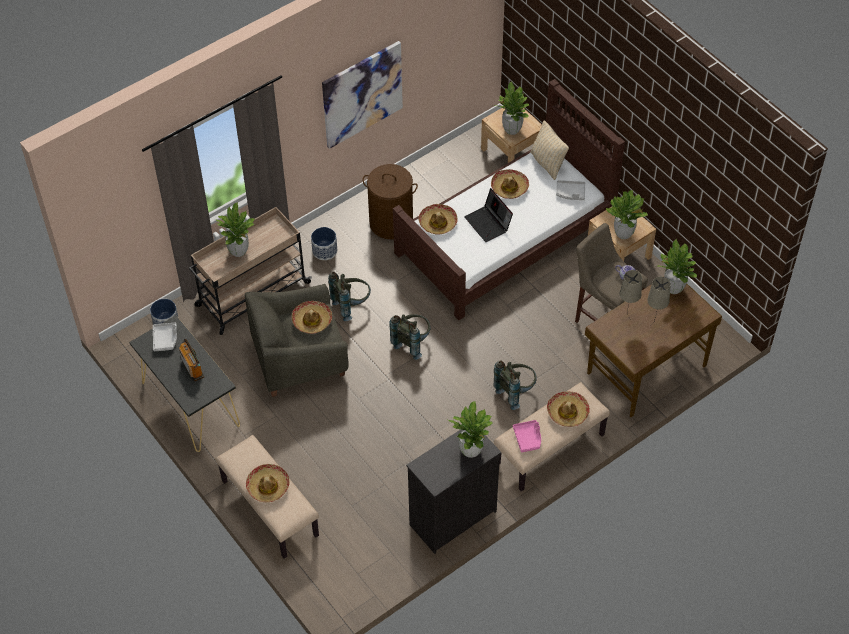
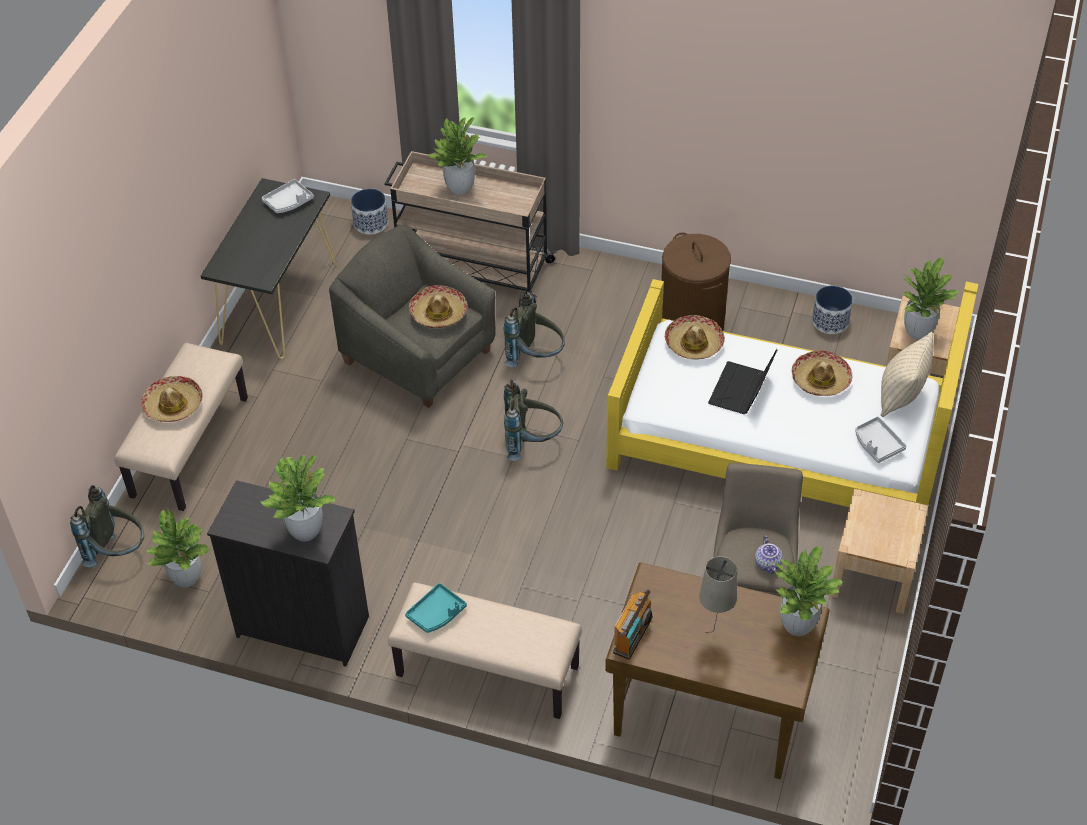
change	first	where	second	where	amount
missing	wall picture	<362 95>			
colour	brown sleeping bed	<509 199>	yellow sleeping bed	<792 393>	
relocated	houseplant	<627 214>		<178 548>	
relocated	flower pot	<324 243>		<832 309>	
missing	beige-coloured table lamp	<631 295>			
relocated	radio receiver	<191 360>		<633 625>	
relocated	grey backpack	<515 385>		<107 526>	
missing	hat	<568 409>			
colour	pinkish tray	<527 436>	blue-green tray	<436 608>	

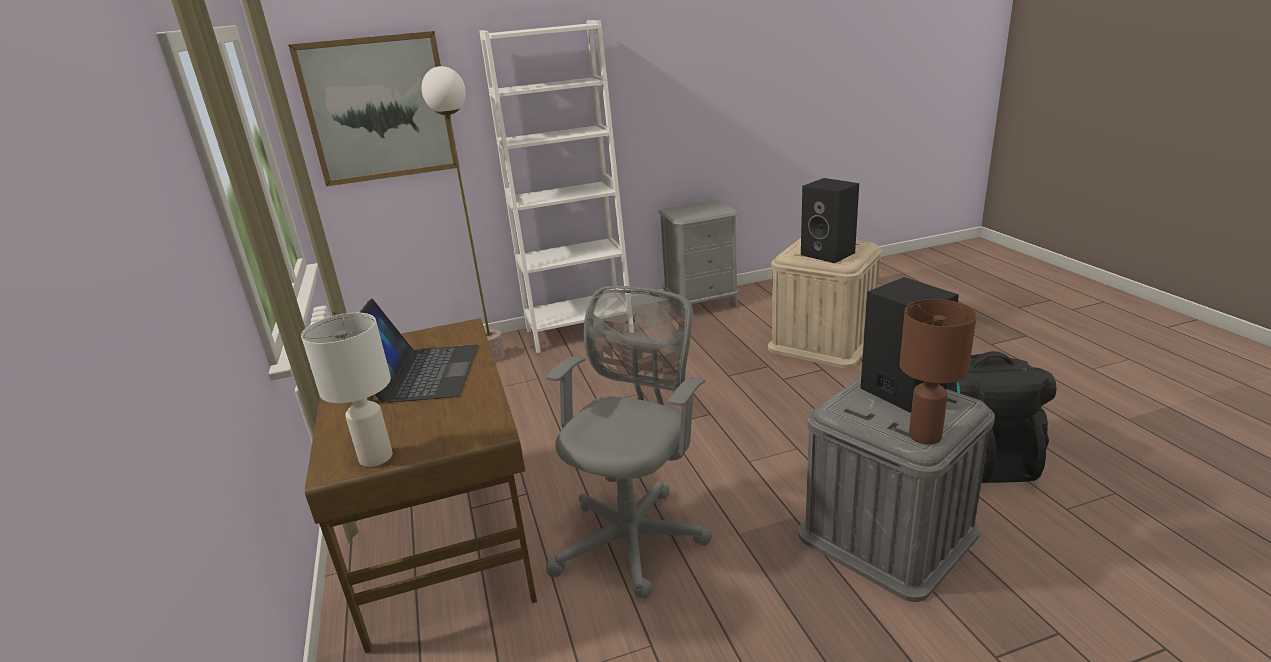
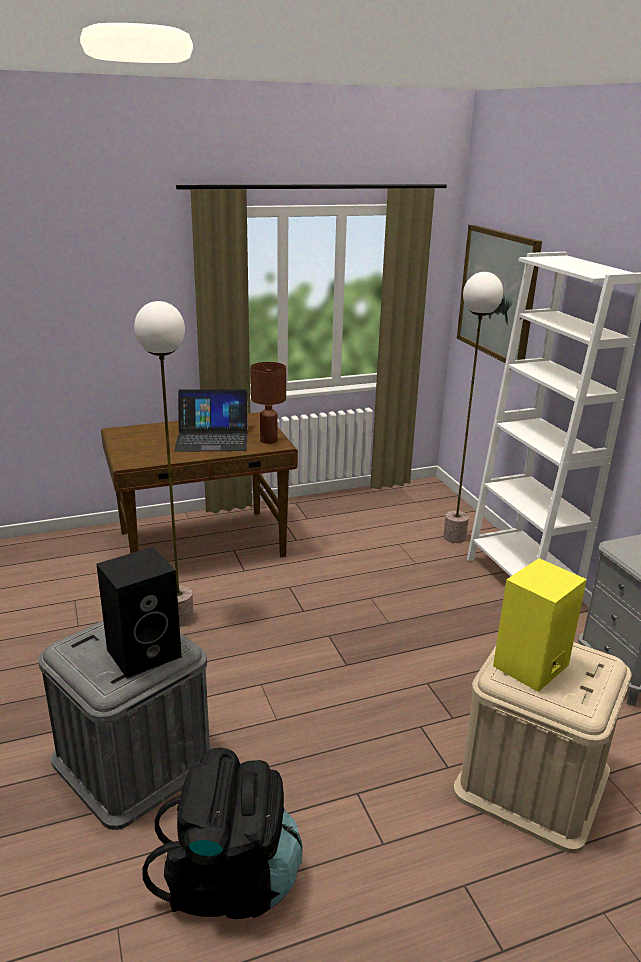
change	first	where	second	where	amount
colour	black-coloured loudspeaker	<830 220>	yellow loudspeaker	<540 625>	
exchanged	grey computer chair	<628 442>	standard lamp	<164 464>	
relocated	brown table lamp	<938 372>		<268 403>	
missing	white-coloured table lamp	<347 390>			

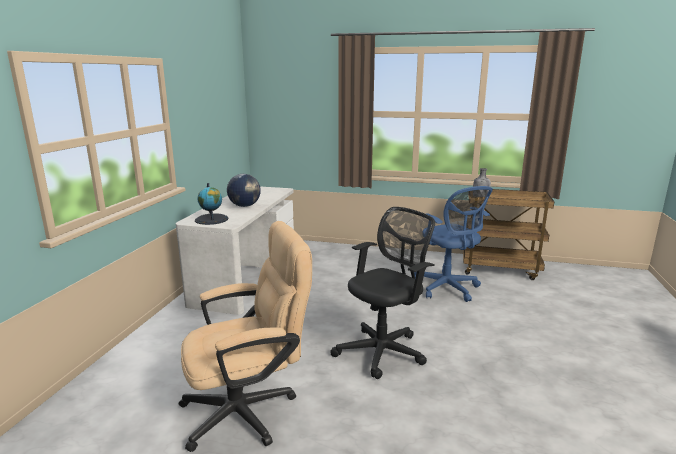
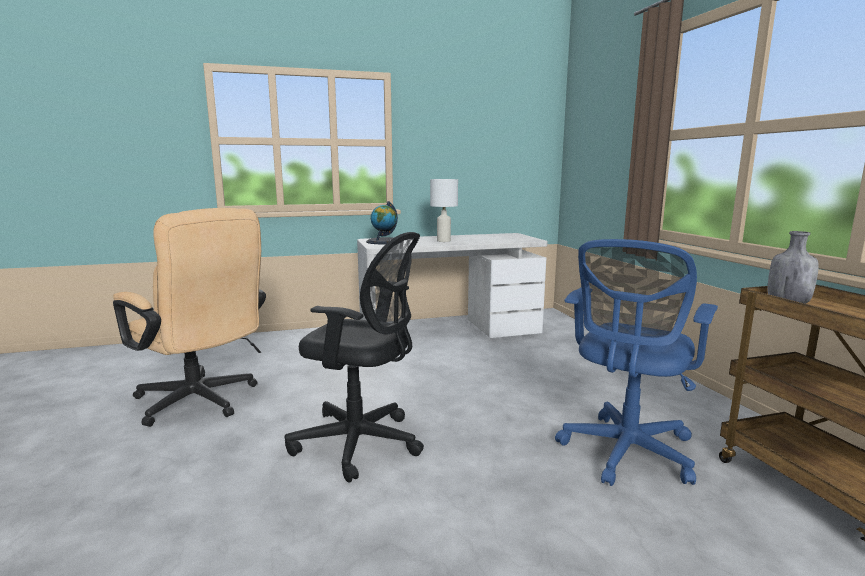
change	first	where	second	where	amount
exchanged	desk globe	<244 190>	white-coloured table lamp	<444 210>	

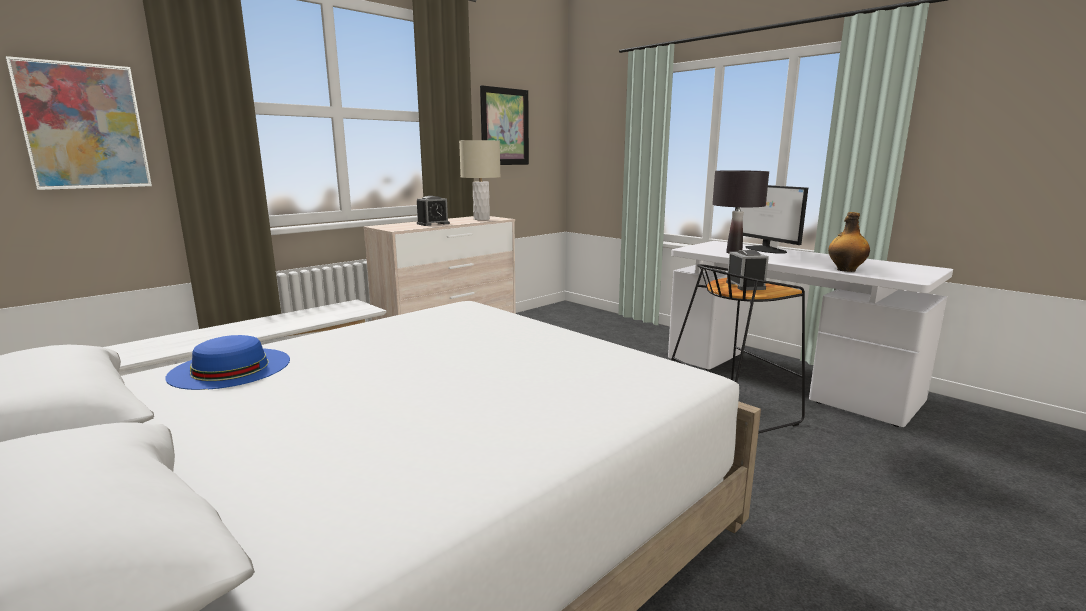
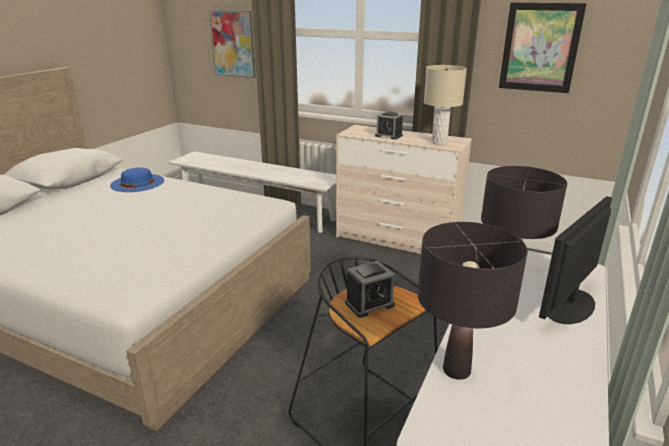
change	first	where	second	where	amount
exchanged	bottle	<849 242>	black-coloured table lamp	<473 301>	

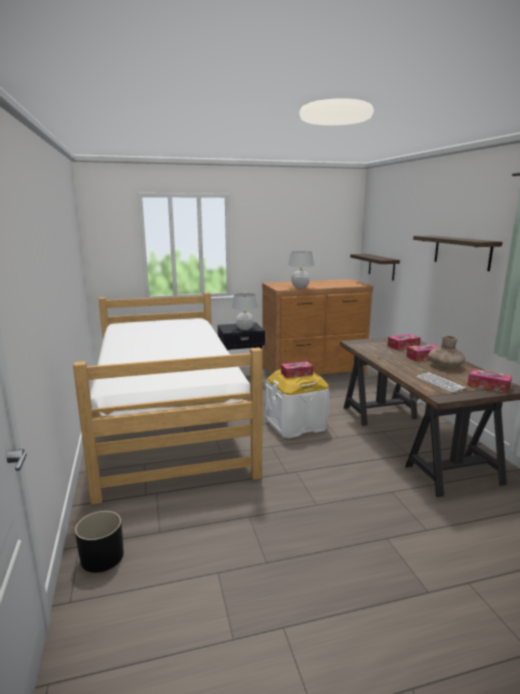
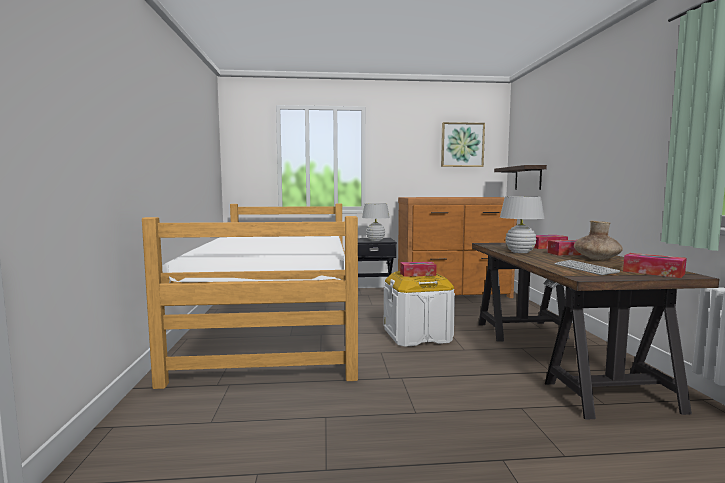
change	first	where	second	where	amount
missing	bracket shelf	<458 253>			
relocated	white-coloured table lamp	<301 269>		<522 224>	
missing	black-coloured flower pot	<99 542>			
appeared			wall picture	<463 144>	

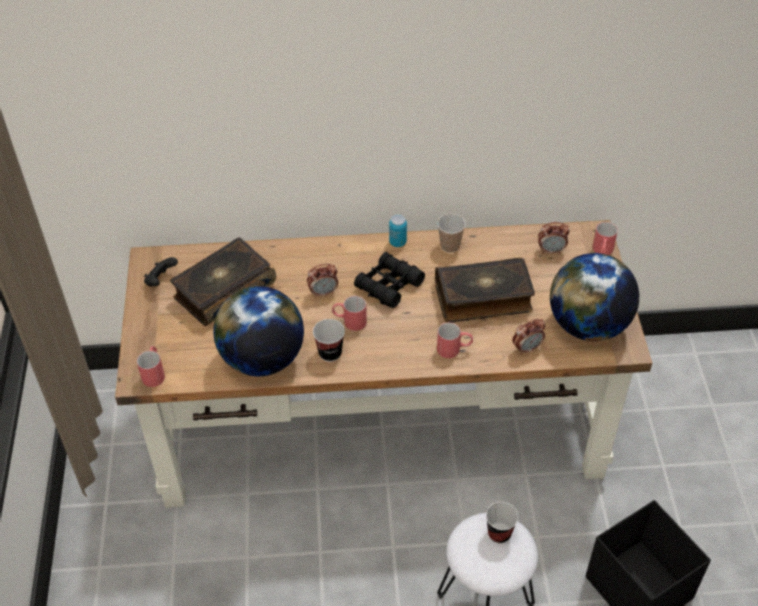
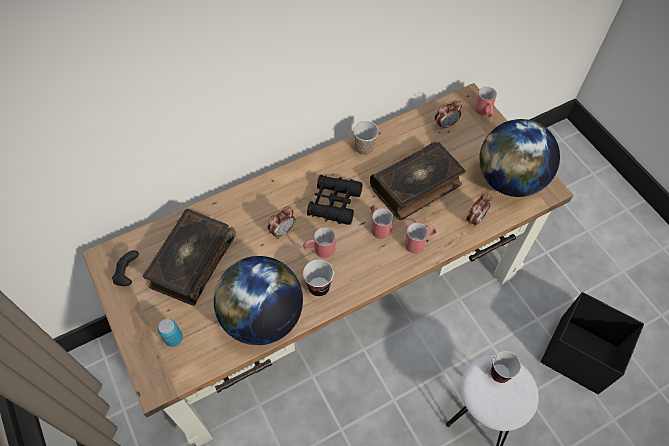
change	first	where	second	where	amount
relocated	can	<398 231>		<170 333>	
relocated	red tea mug	<151 366>		<381 222>	

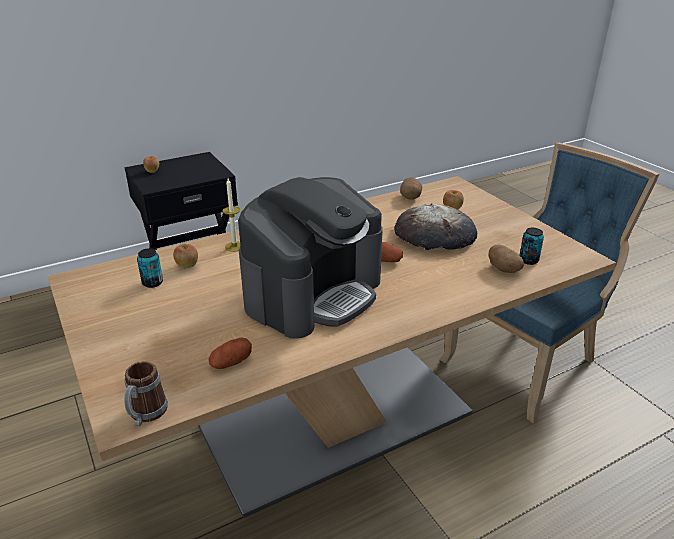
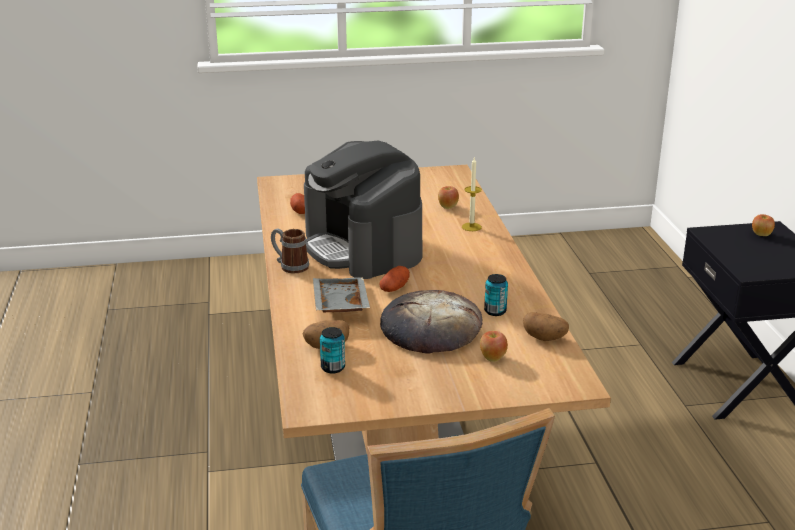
change	first	where	second	where	amount
relocated	can	<150 268>		<496 295>	
relocated	tea mug	<146 393>		<290 250>	
appeared			grey tray	<341 295>	

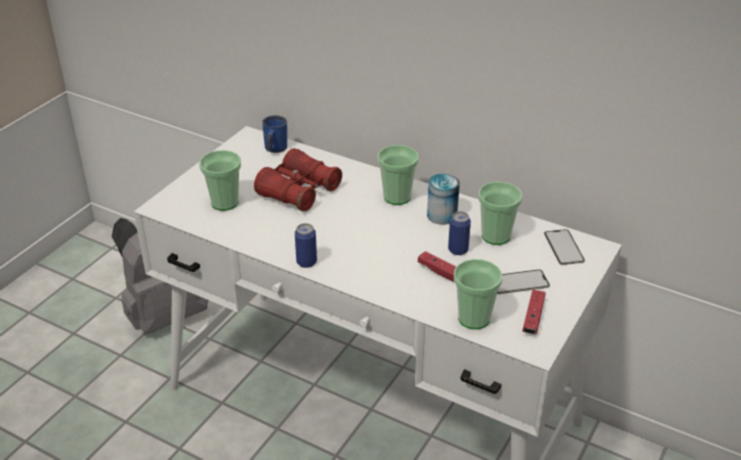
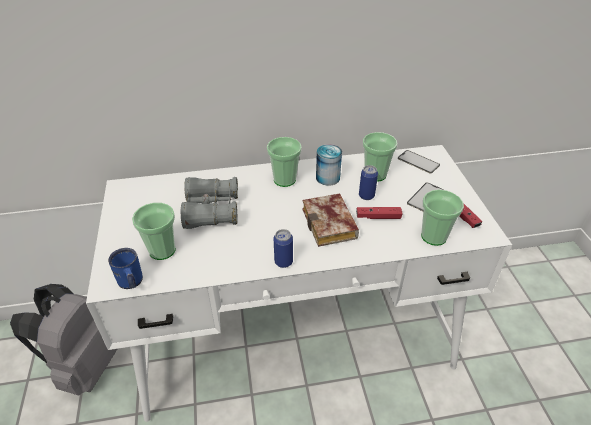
change	first	where	second	where	amount
relocated	blue-coloured tea mug	<274 134>		<125 268>	
colour	red field glasses	<298 180>	grey field glasses	<209 203>	
appeared			bound book	<330 220>	

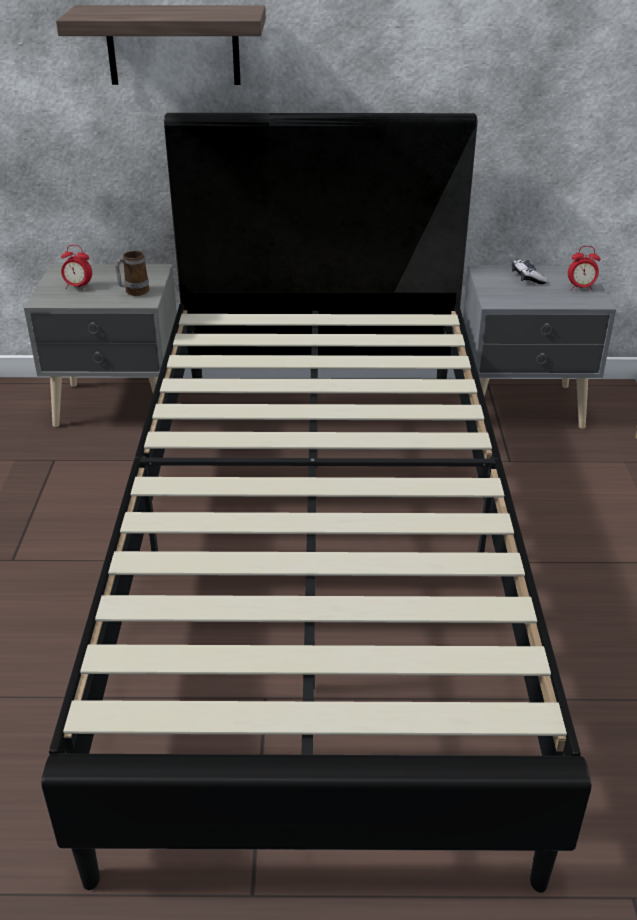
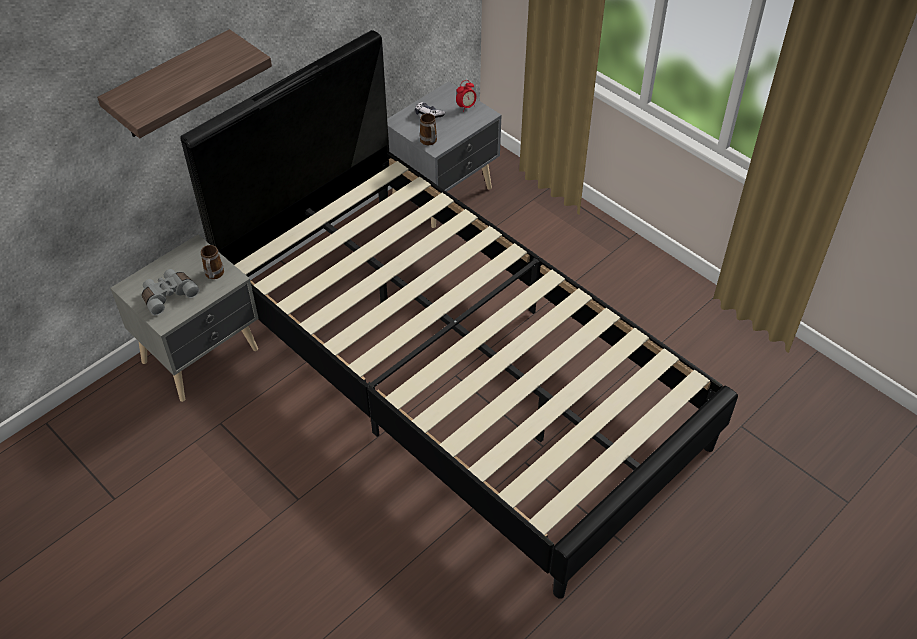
change	first	where	second	where	amount
exchanged	table clock	<76 267>	grey field glasses	<171 292>	
appeared			tea mug	<428 129>	

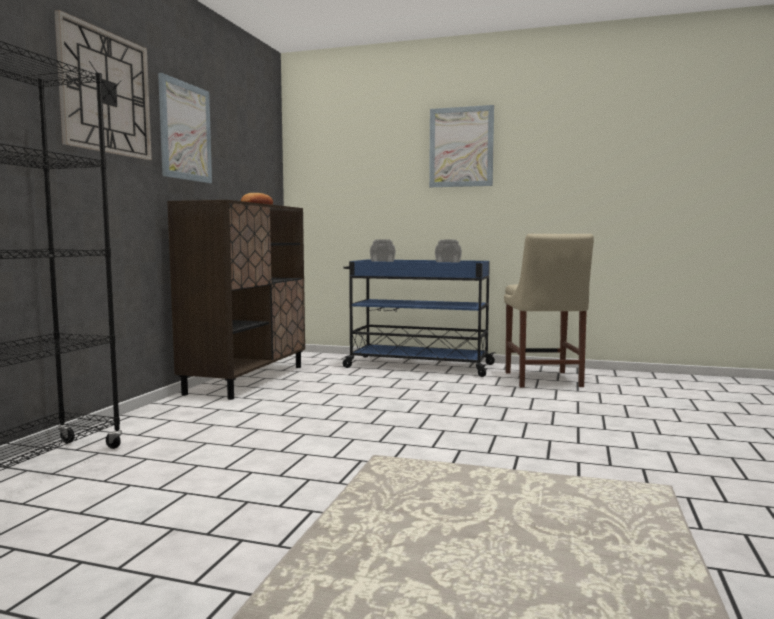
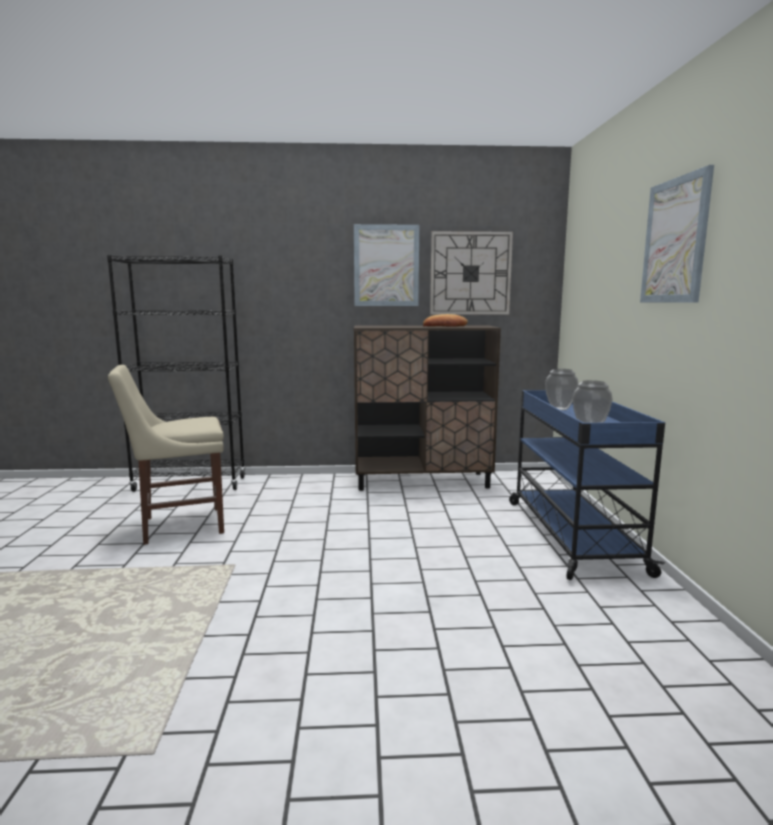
change	first	where	second	where	amount
relocated	wall clock	<103 85>		<471 273>	
relocated	beige-coloured chair	<549 311>		<166 455>	

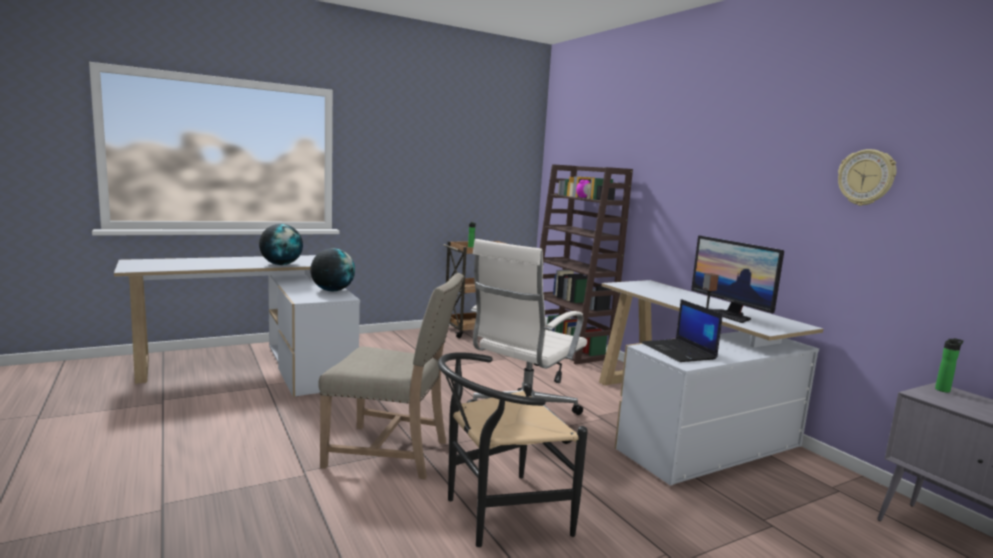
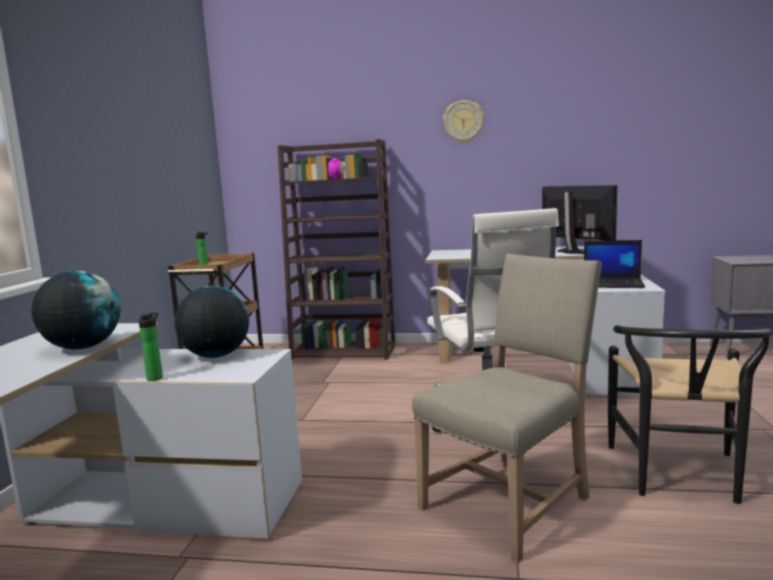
change	first	where	second	where	amount
relocated	wall clock	<867 177>		<463 121>	
spun	computer screen	<737 279>		<579 219>	135 degrees counterclockwise
relocated	bottle	<949 365>		<151 347>	

